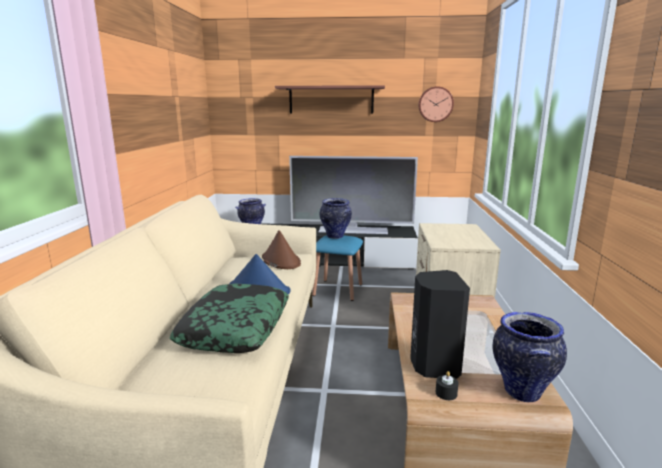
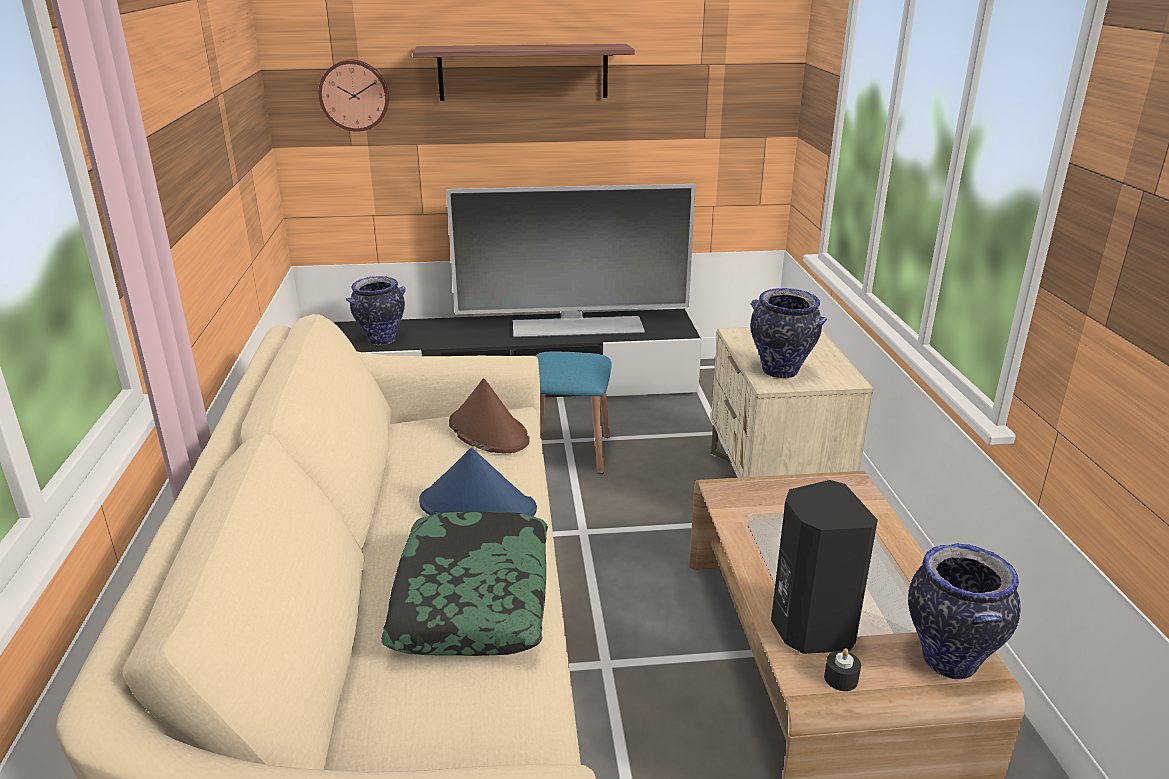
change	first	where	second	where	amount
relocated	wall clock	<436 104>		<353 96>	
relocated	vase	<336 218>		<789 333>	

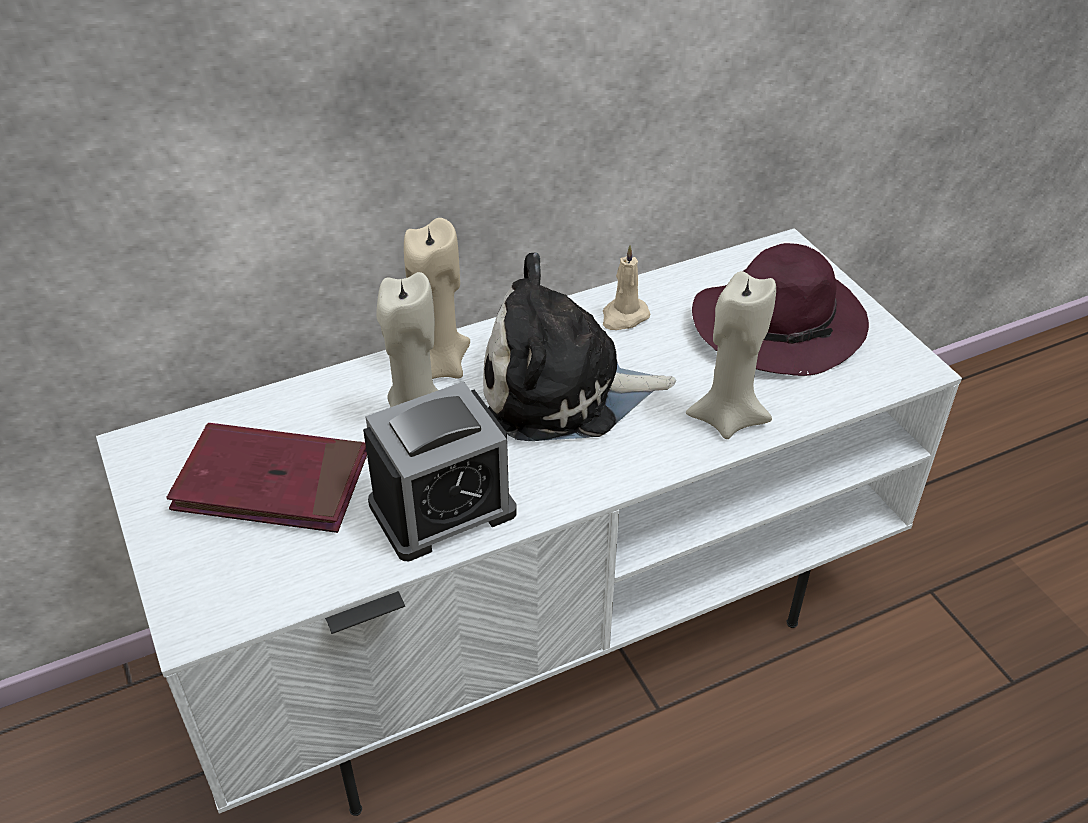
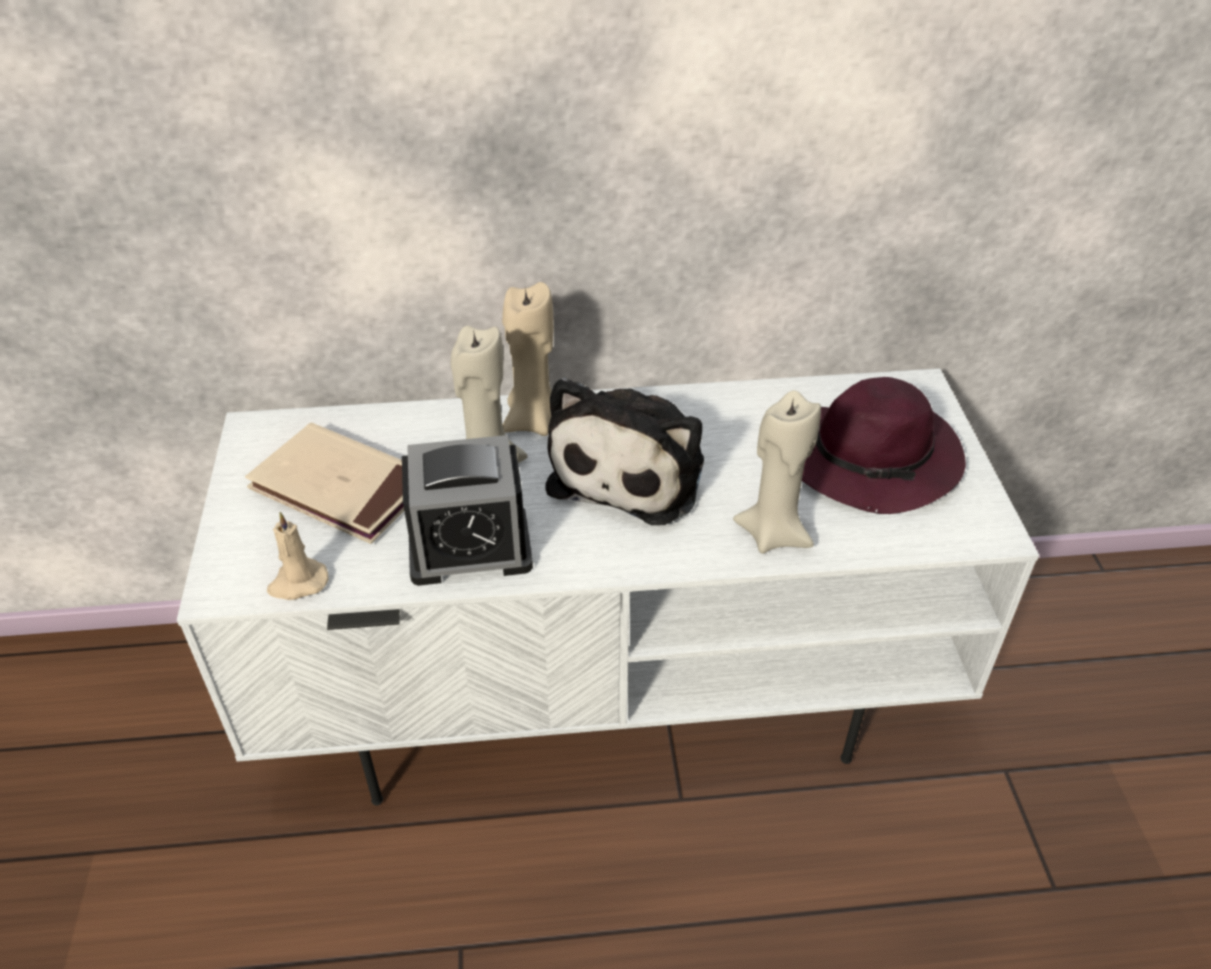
change	first	where	second	where	amount
relocated	beige-coloured wax light	<626 287>		<298 556>	
spun	cuddly toy	<579 346>		<624 451>	90 degrees counterclockwise
colour	red bound book	<266 478>	beige-coloured bound book	<324 483>	

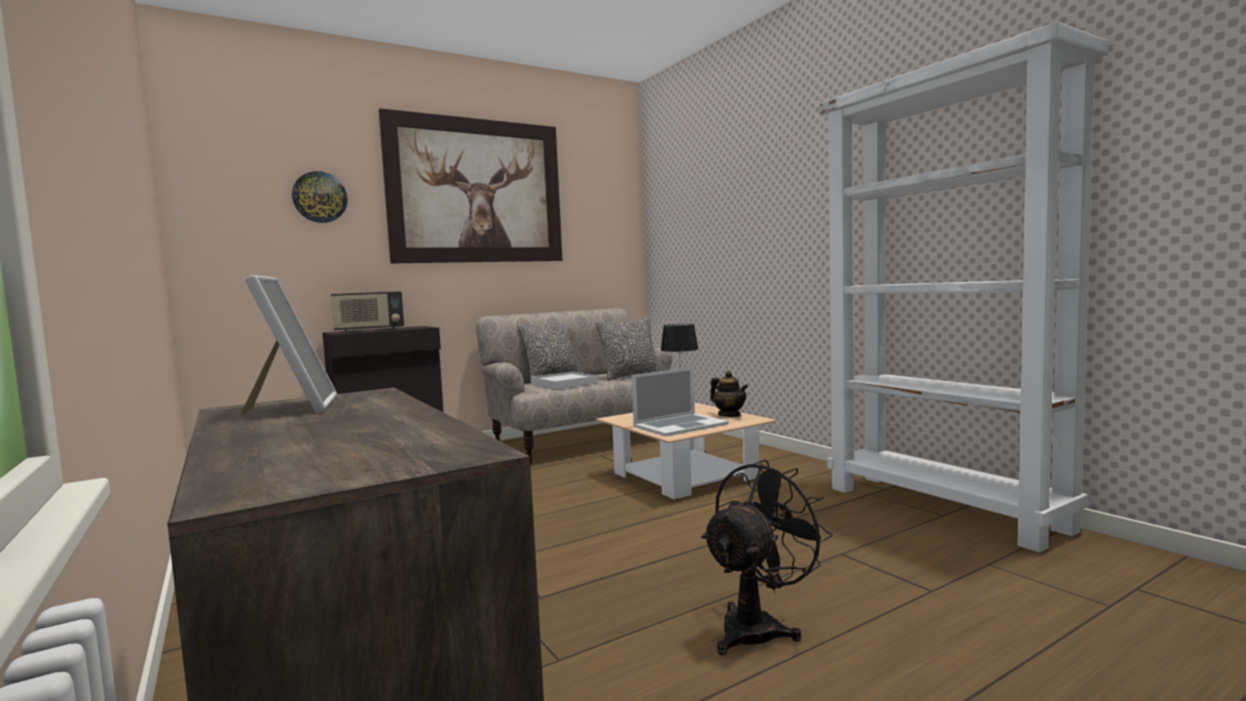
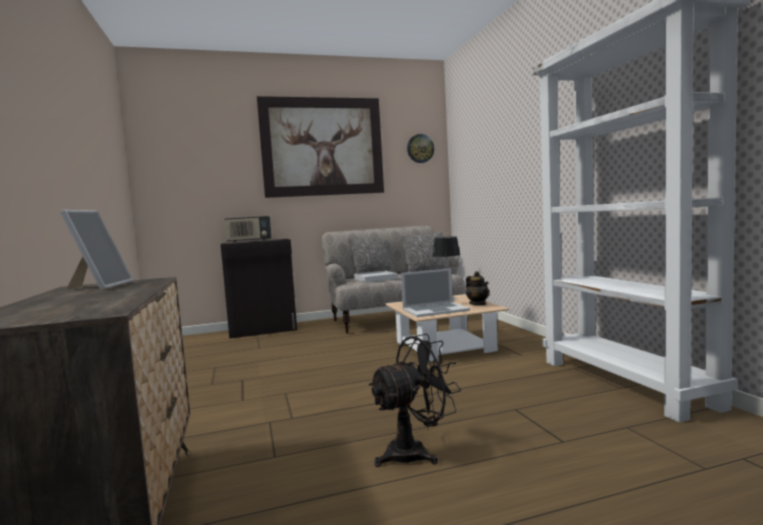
change	first	where	second	where	amount
relocated	wall clock	<320 197>		<420 148>	

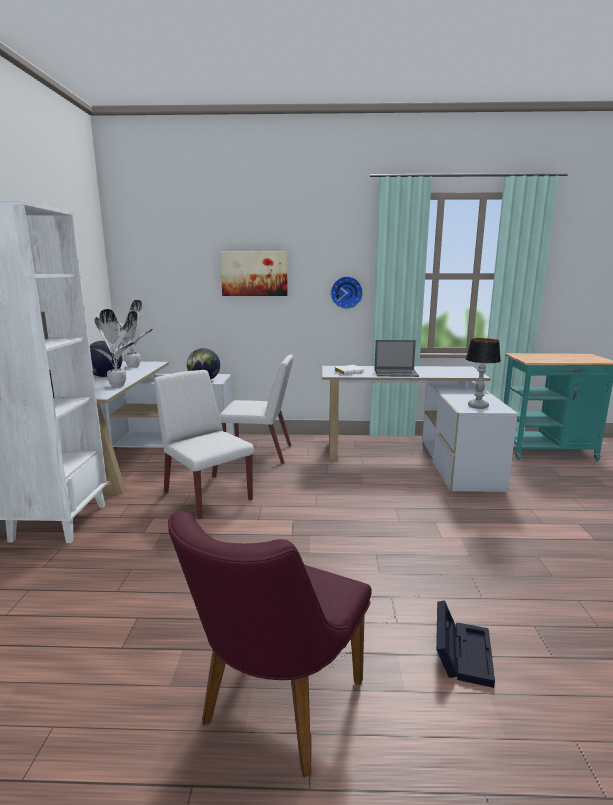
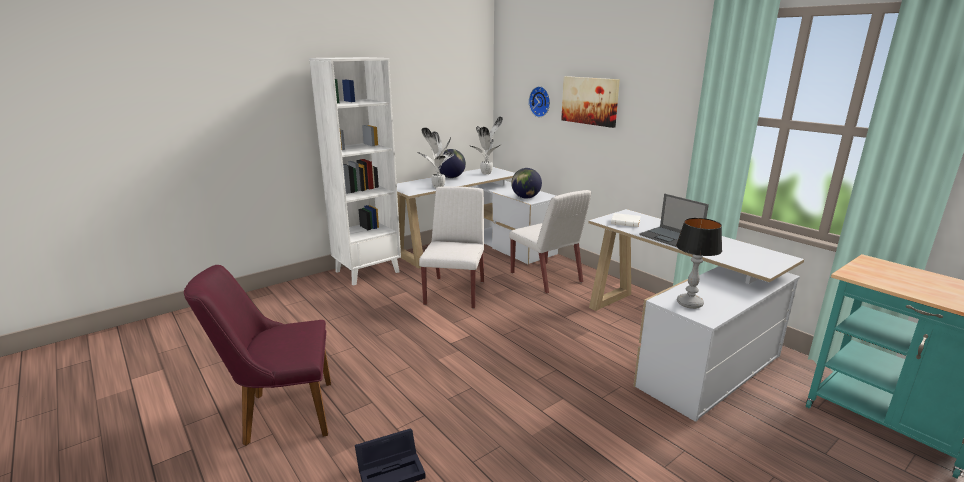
change	first	where	second	where	amount
relocated	wall clock	<347 292>		<539 101>	

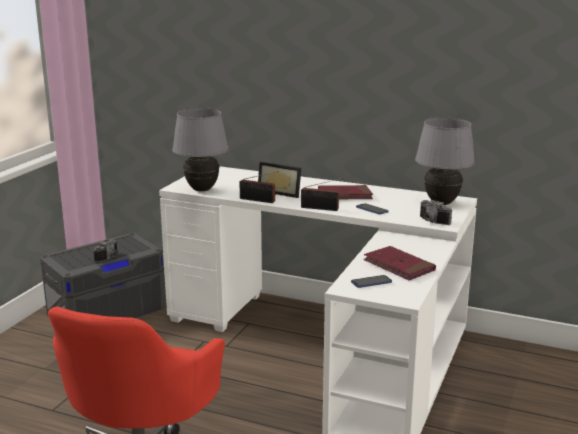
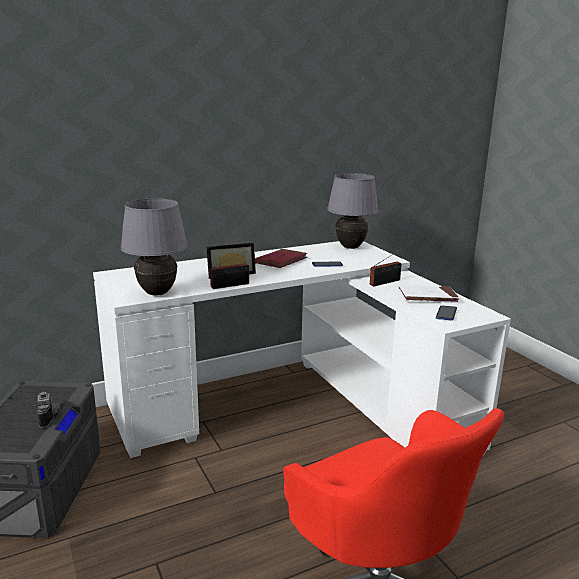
change	first	where	second	where	amount
relocated	radio receiver	<322 194>		<386 267>	
missing	still camera	<436 212>			
colour	red bound book	<399 263>	white-coloured bound book	<429 294>	

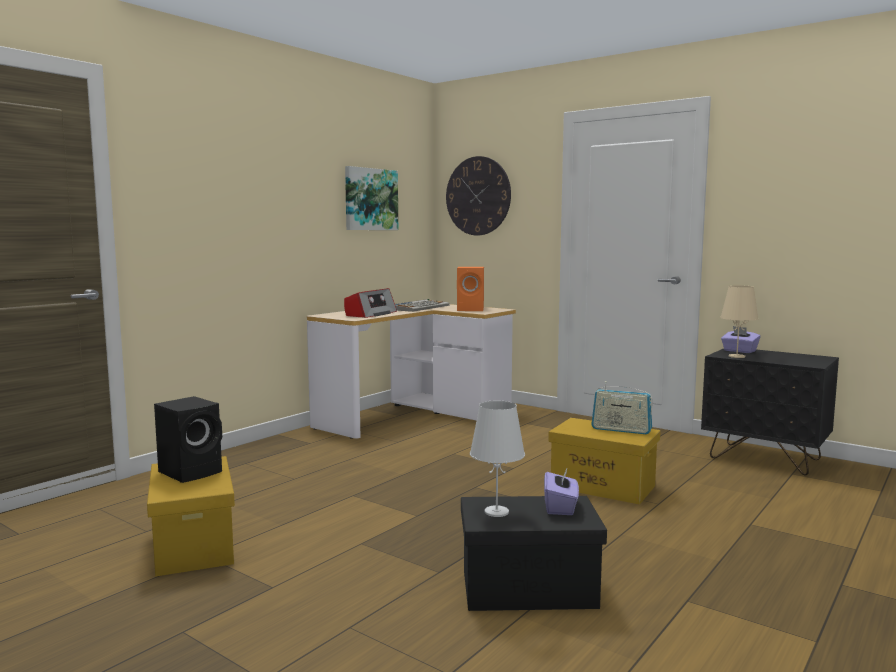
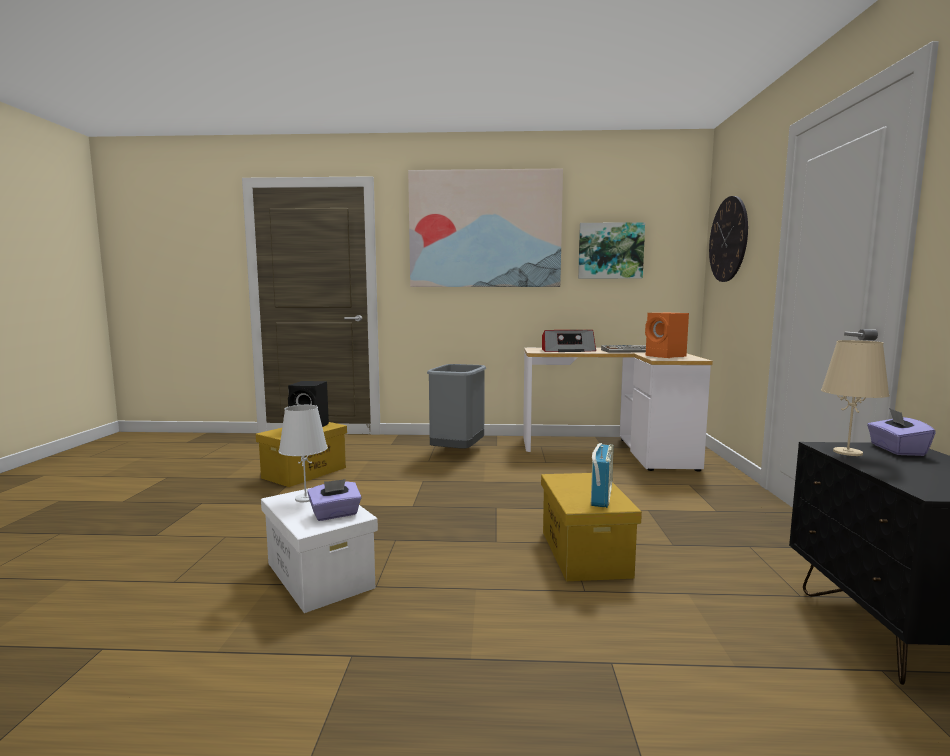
change	first	where	second	where	amount
spun	radio receiver	<622 407>		<602 475>	150 degrees counterclockwise
colour	black-coloured storage bin	<534 553>	white-coloured storage bin	<319 550>	
appeared			wall picture	<485 228>	
appeared			grey waste bin	<456 406>	

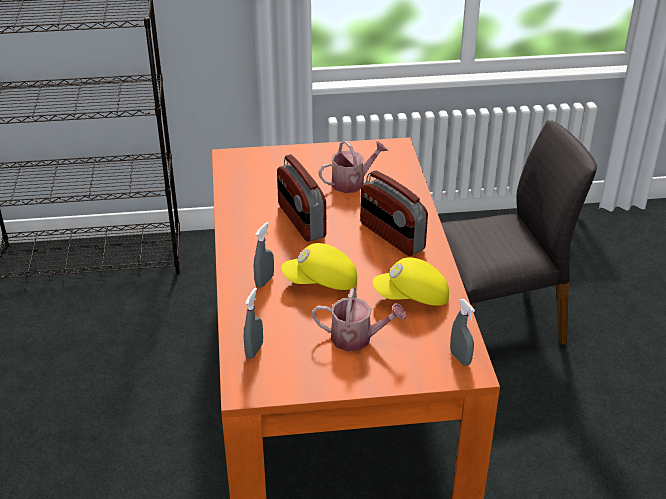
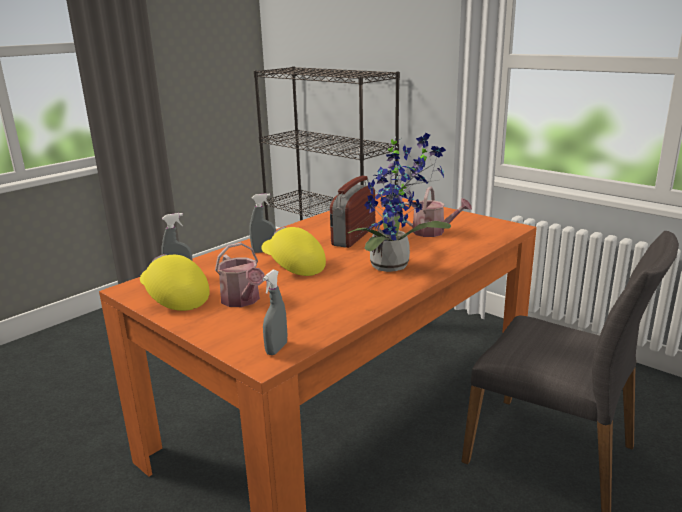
change	first	where	second	where	amount
exchanged	radio receiver	<394 213>	houseplant	<399 202>	
relocated	yellow cap	<411 281>		<175 282>	

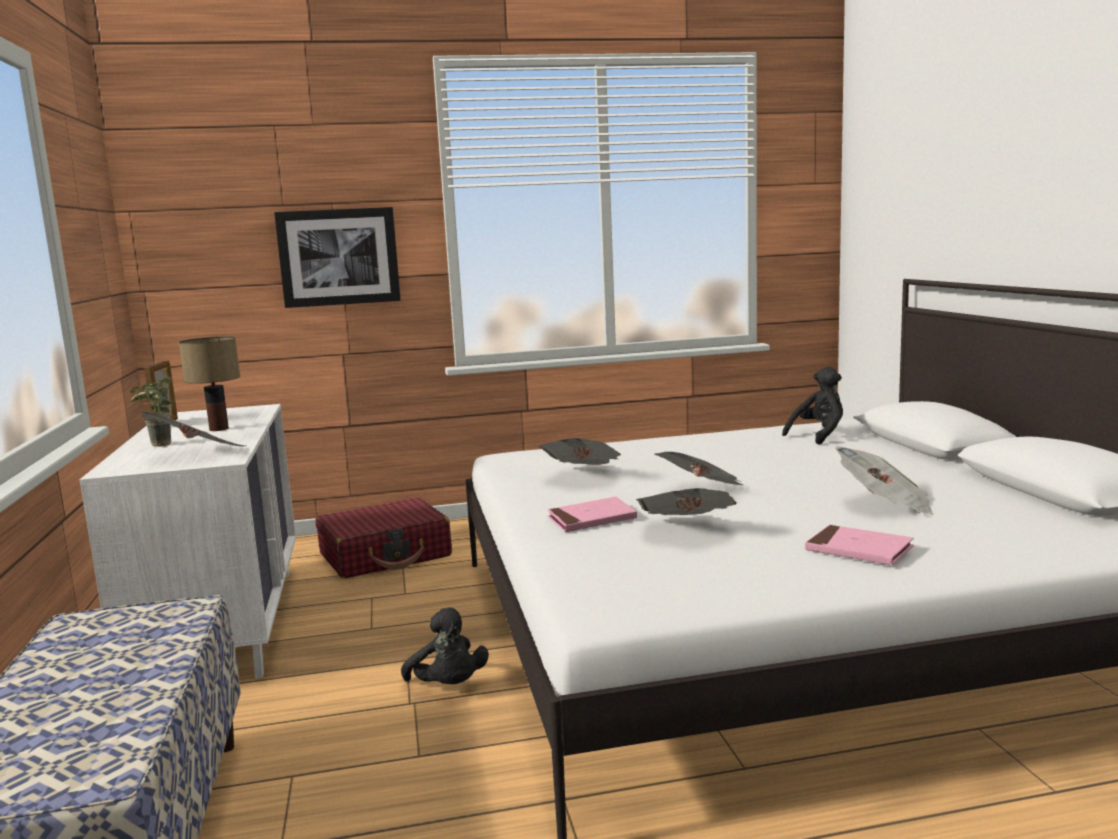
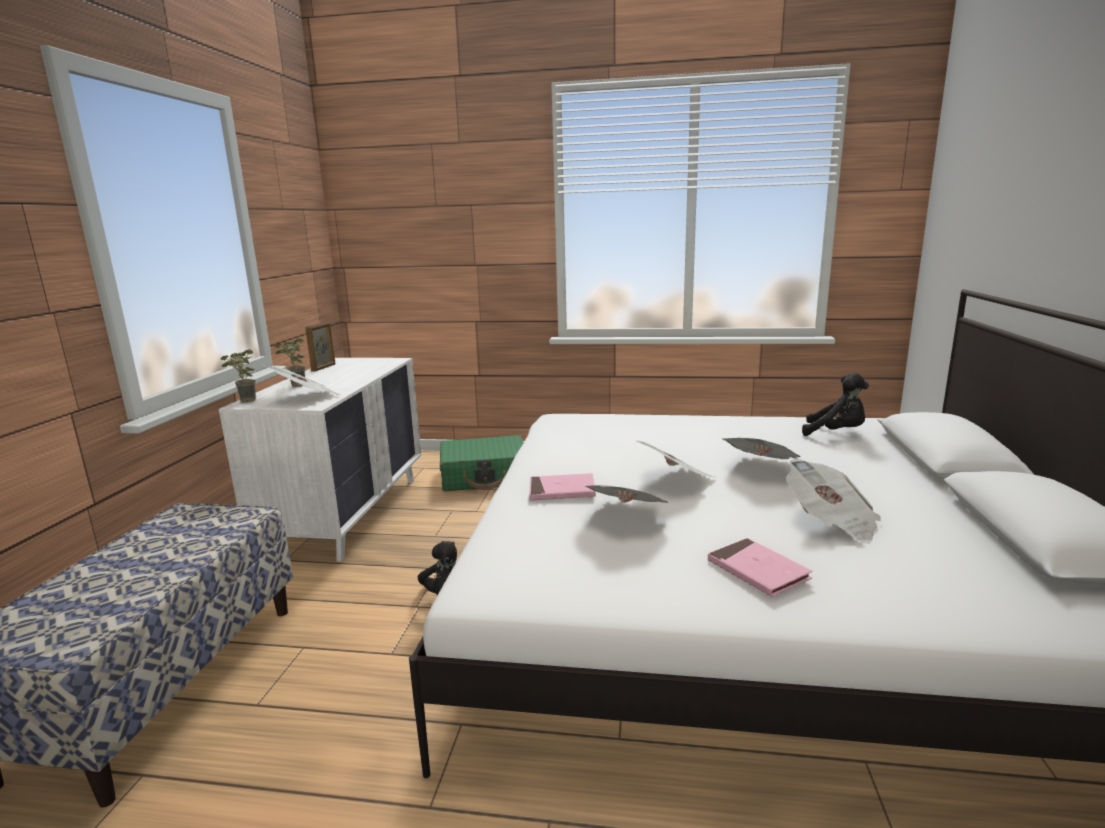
change	first	where	second	where	amount
missing	wall picture	<337 257>			
missing	table lamp	<209 384>			
spun	black-coloured cuddly toy	<812 406>		<835 404>	45 degrees clockwise
relocated	daily paper	<580 451>		<761 448>	
colour	red piece of luggage	<383 538>	green-coloured piece of luggage	<481 463>	
appeared			houseplant	<238 376>	

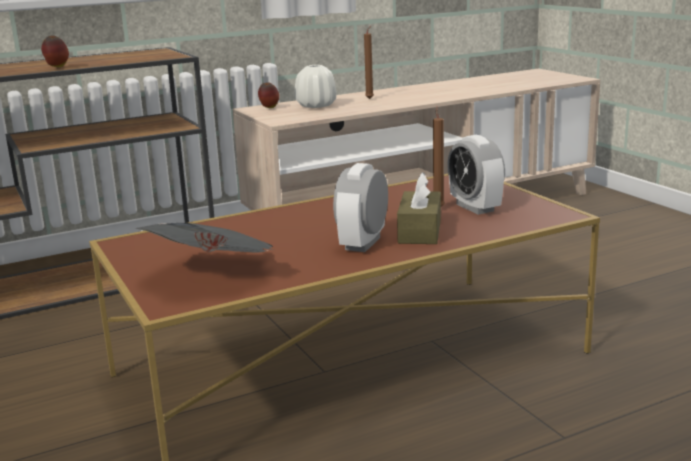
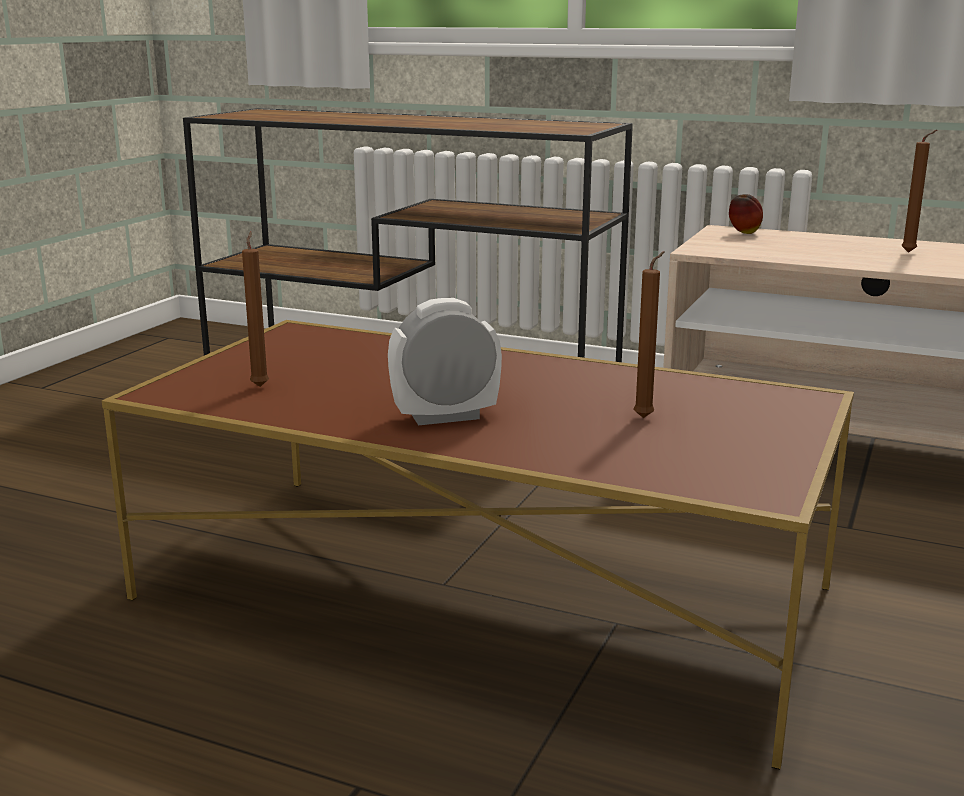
change	first	where	second	where	amount
missing	apple fruit	<55 51>			
missing	white-coloured vase	<316 86>			
missing	table clock	<476 175>			
missing	brown tissue box	<419 208>			
exchanged	daily paper	<204 238>	brown wax light	<255 309>	

